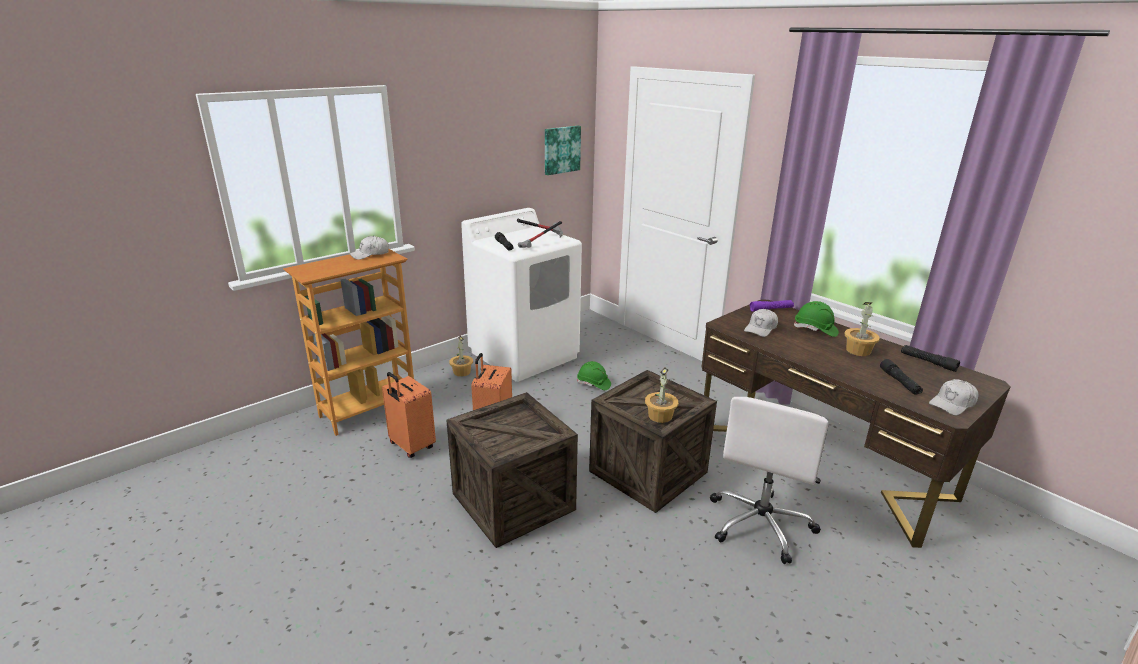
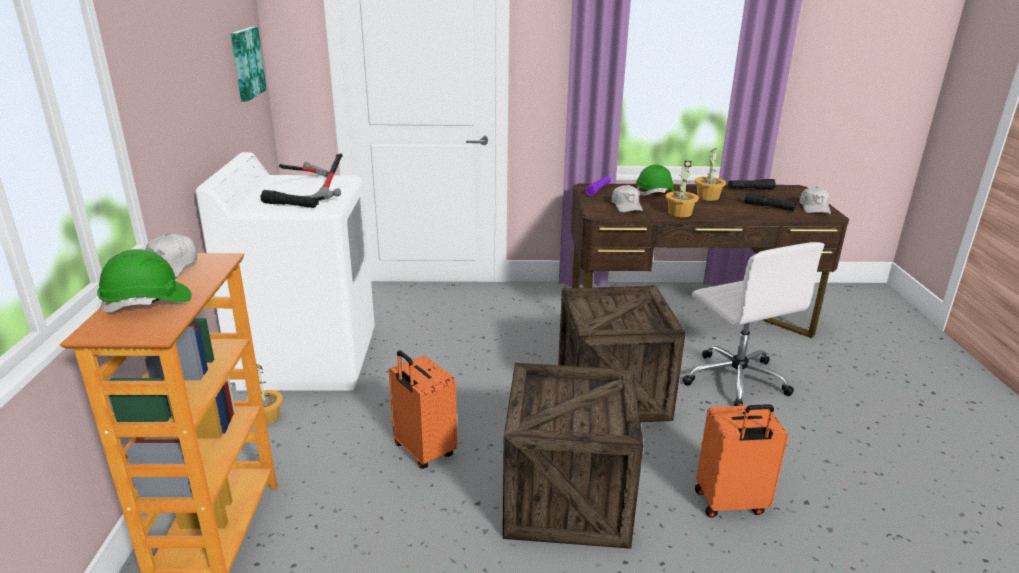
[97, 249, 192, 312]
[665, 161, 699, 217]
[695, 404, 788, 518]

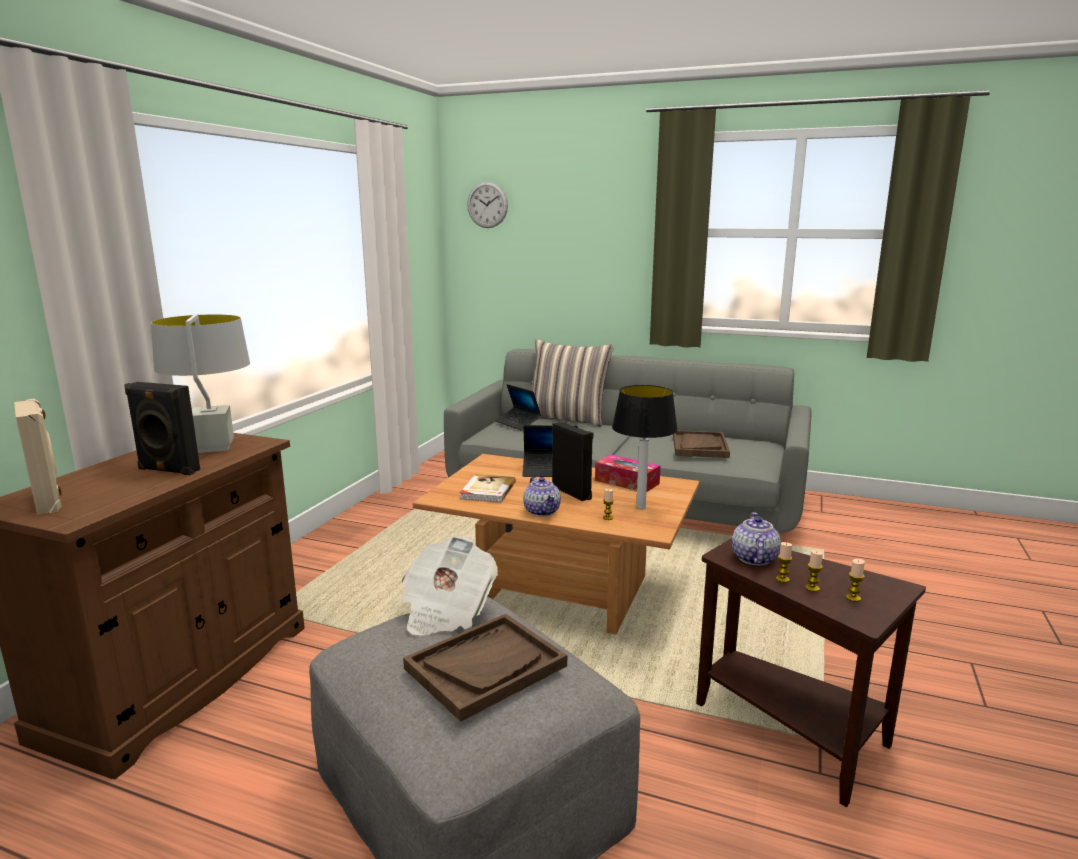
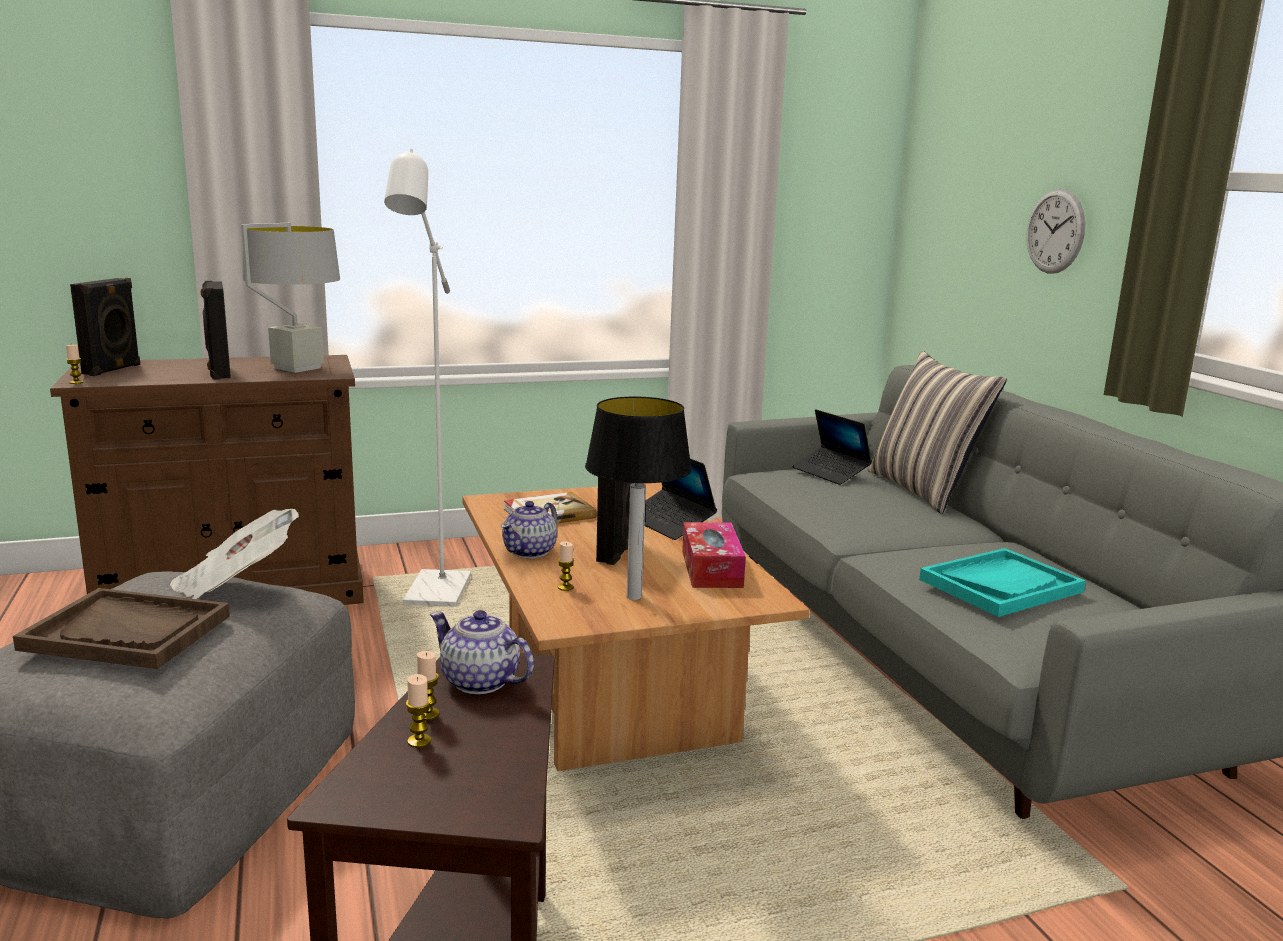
[66, 345, 84, 384]
[70, 278, 140, 376]
[384, 149, 471, 607]
[430, 610, 534, 694]
[792, 410, 872, 485]
[919, 548, 1086, 617]
[1026, 189, 1086, 274]

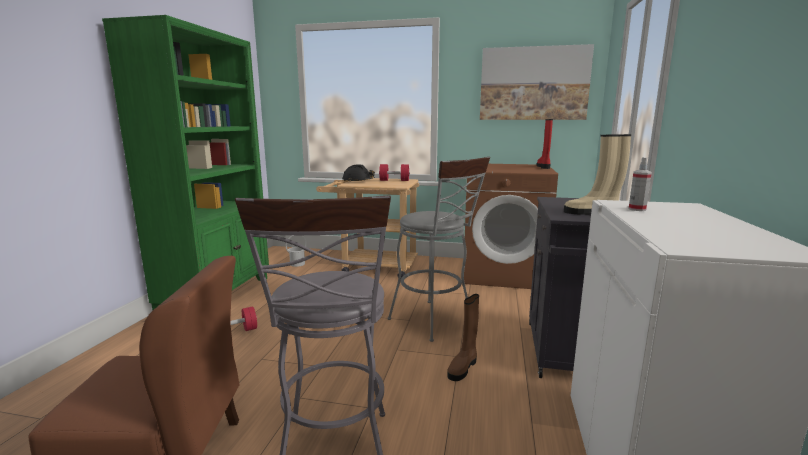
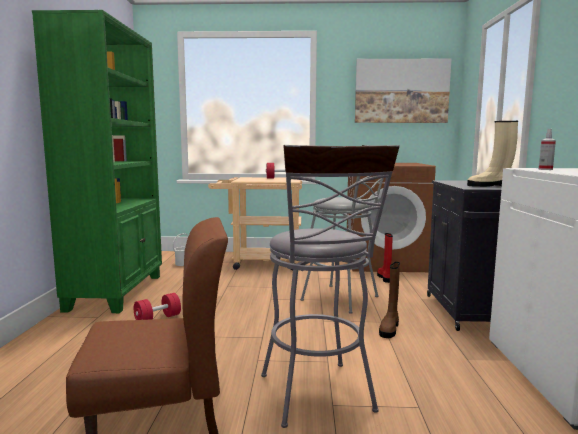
[377, 233, 393, 283]
[343, 164, 375, 181] (first image)

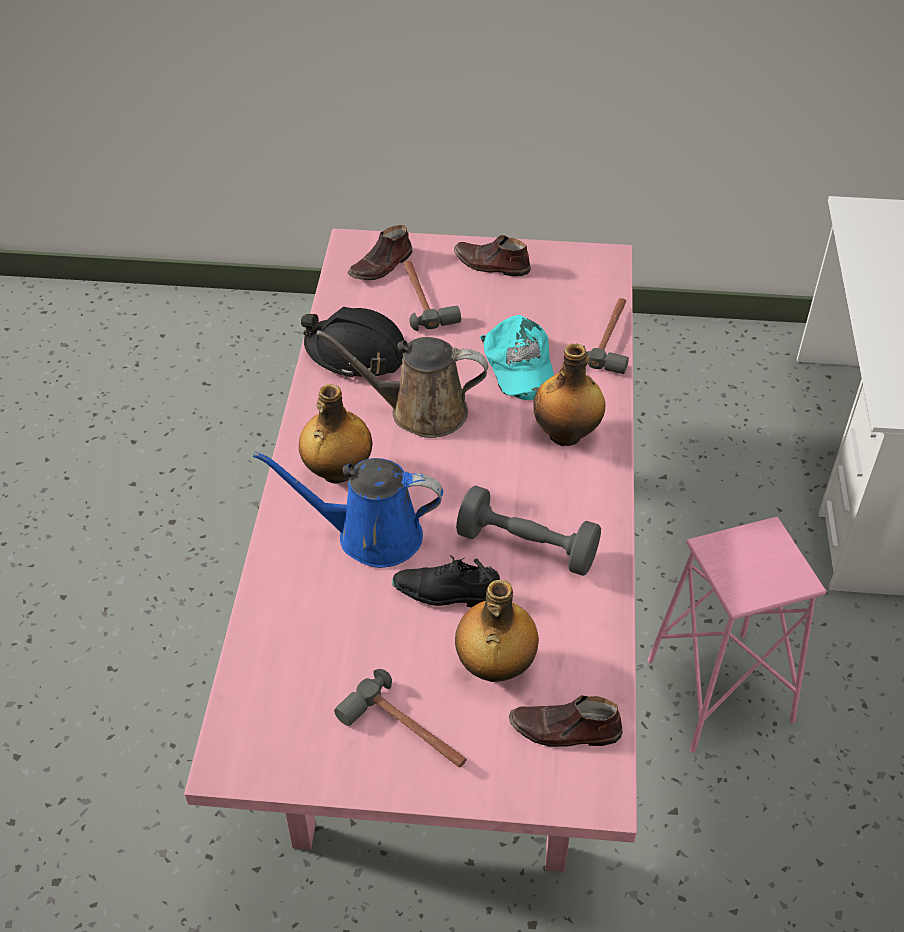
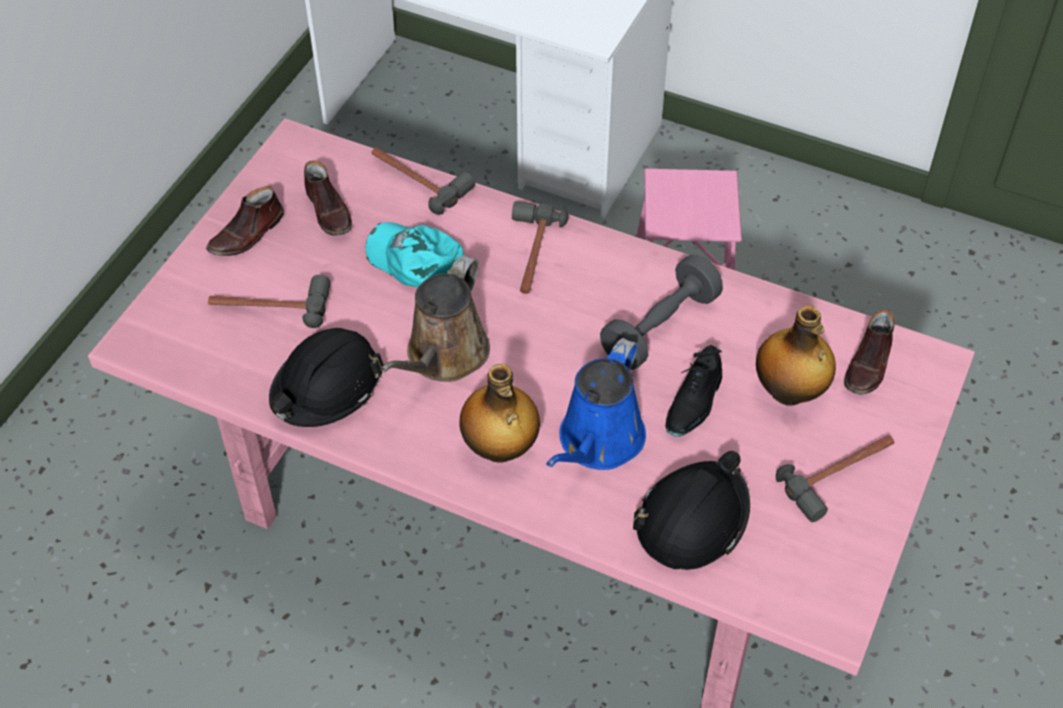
[304, 160, 352, 236]
[365, 222, 464, 287]
[512, 201, 568, 294]
[633, 451, 750, 570]

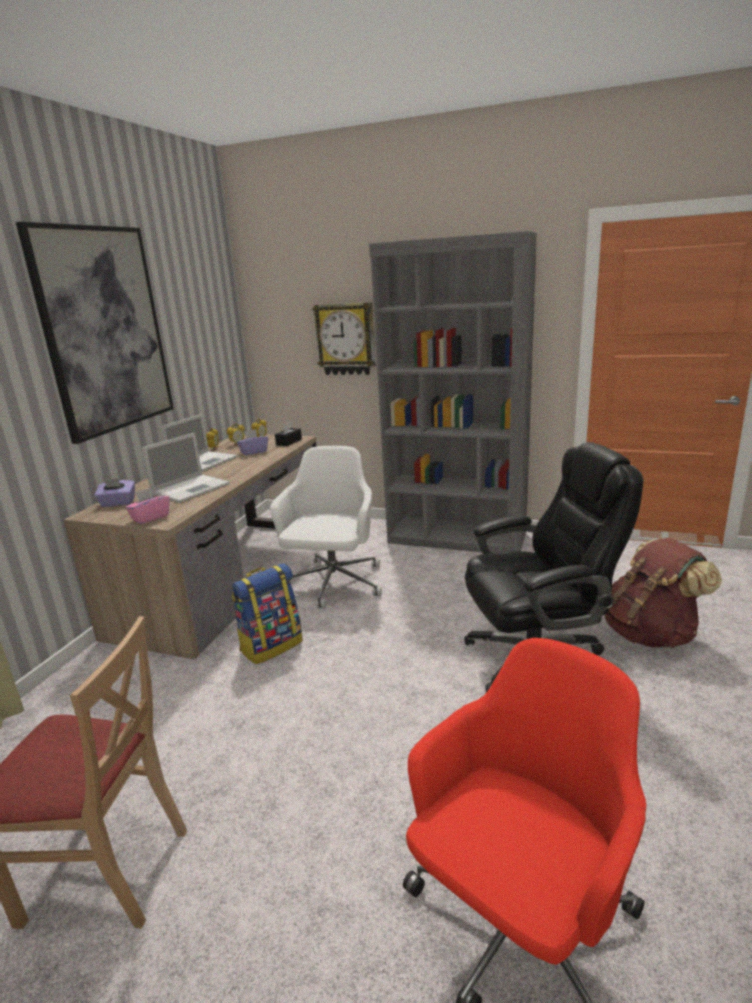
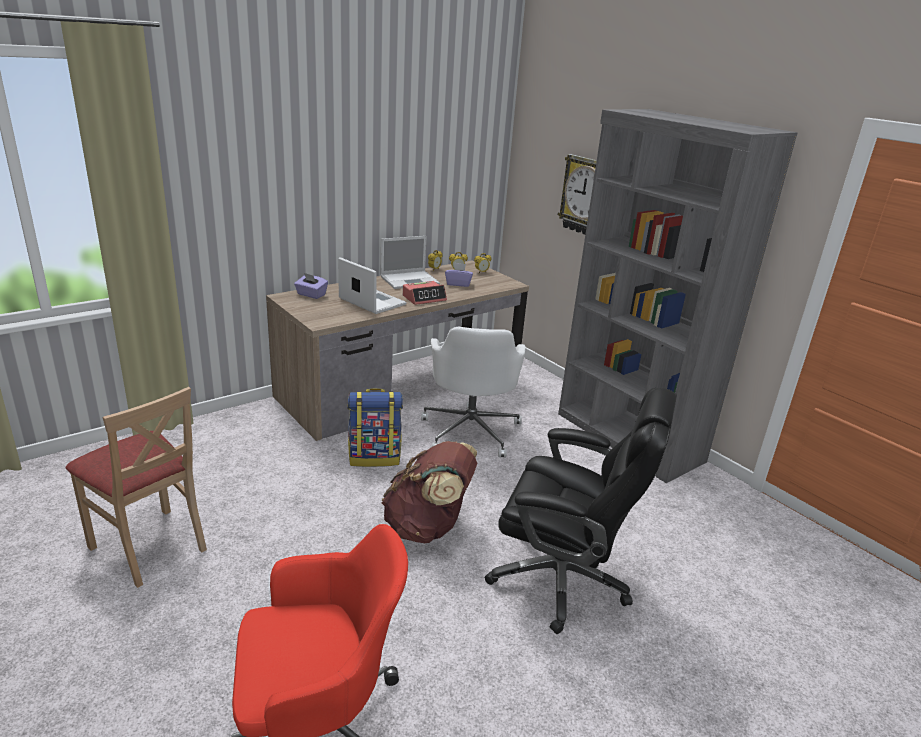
[338, 257, 407, 314]
[382, 441, 477, 543]
[403, 281, 447, 305]
[421, 327, 525, 458]
[16, 222, 174, 444] (first image)
[125, 488, 170, 524] (first image)
[275, 421, 302, 446] (first image)

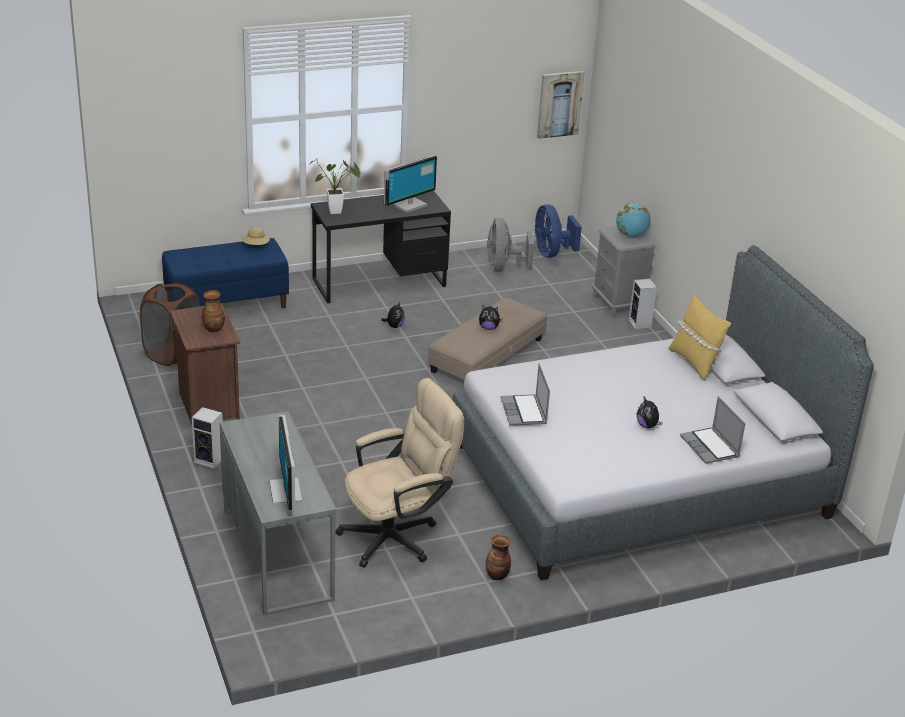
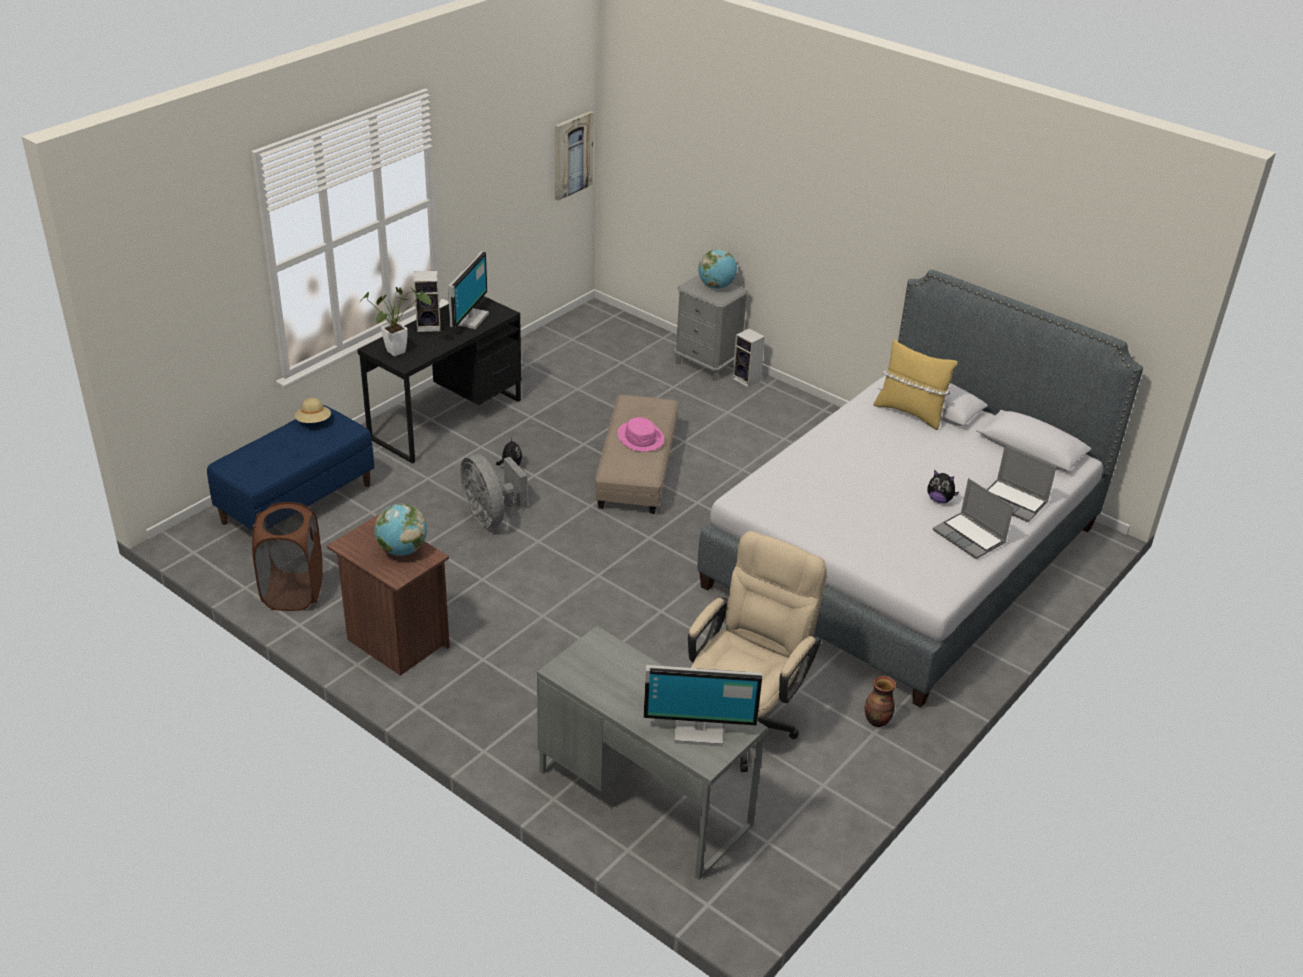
[374, 504, 427, 556]
[414, 271, 441, 332]
[460, 454, 528, 528]
[617, 417, 664, 452]
[644, 665, 762, 747]
[933, 478, 1014, 559]
[534, 204, 582, 258] (first image)

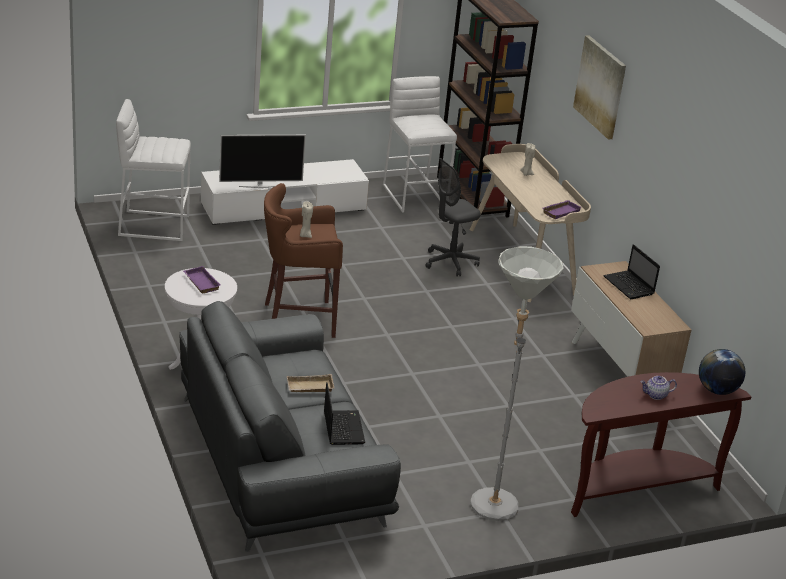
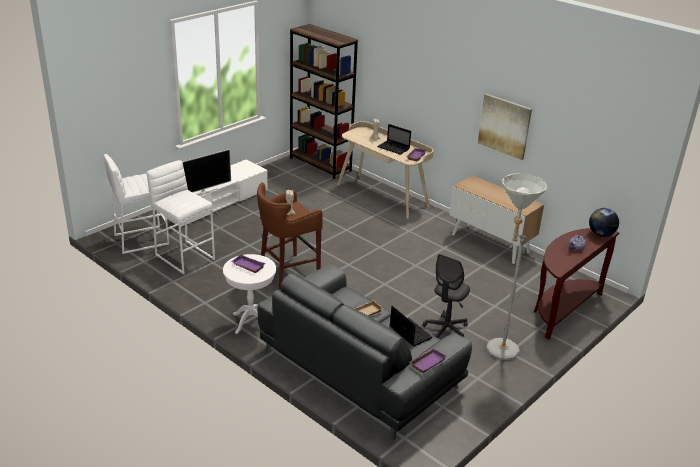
[147, 160, 215, 274]
[377, 124, 411, 155]
[410, 348, 447, 373]
[423, 254, 470, 338]
[478, 94, 532, 160]

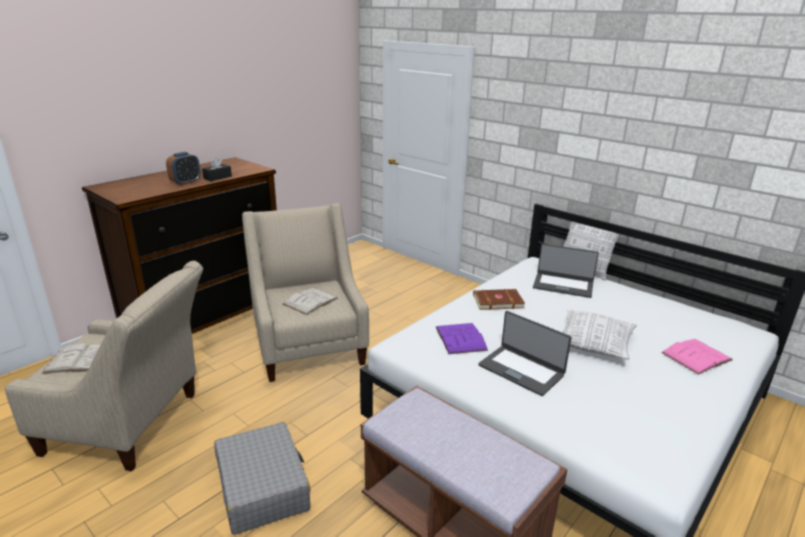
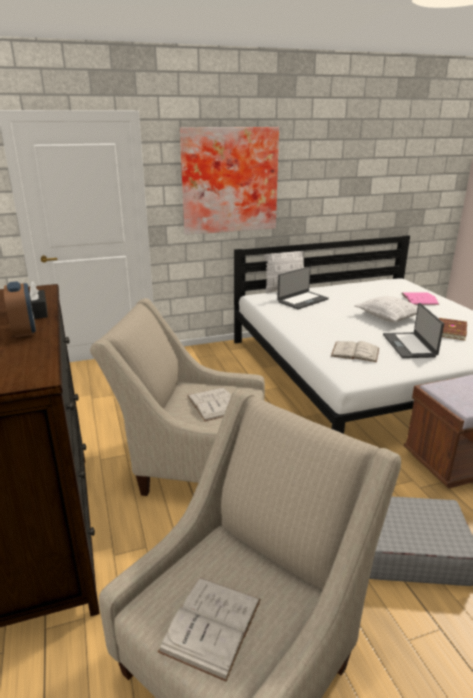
[180, 127, 279, 235]
[331, 341, 379, 362]
[383, 303, 444, 358]
[439, 318, 467, 341]

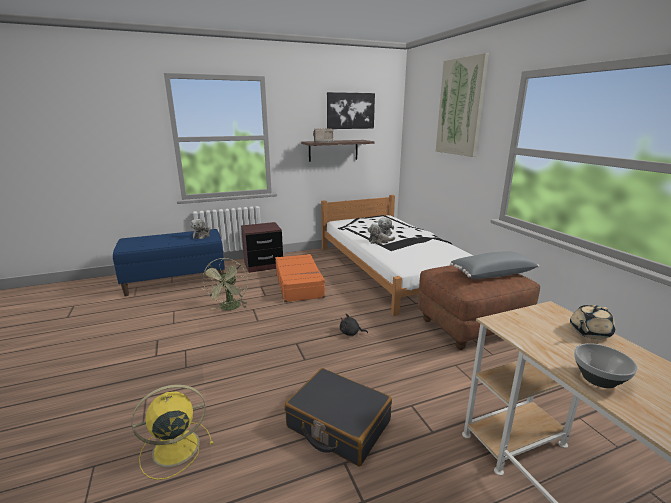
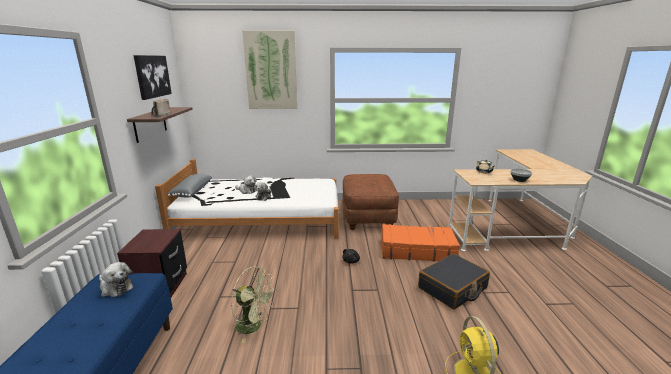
[167, 174, 212, 197]
[382, 224, 460, 262]

